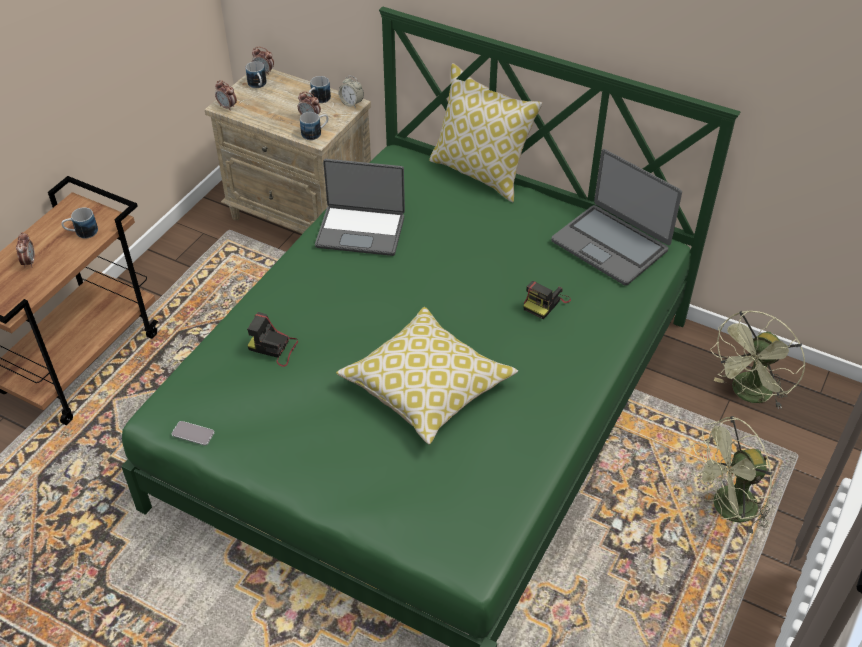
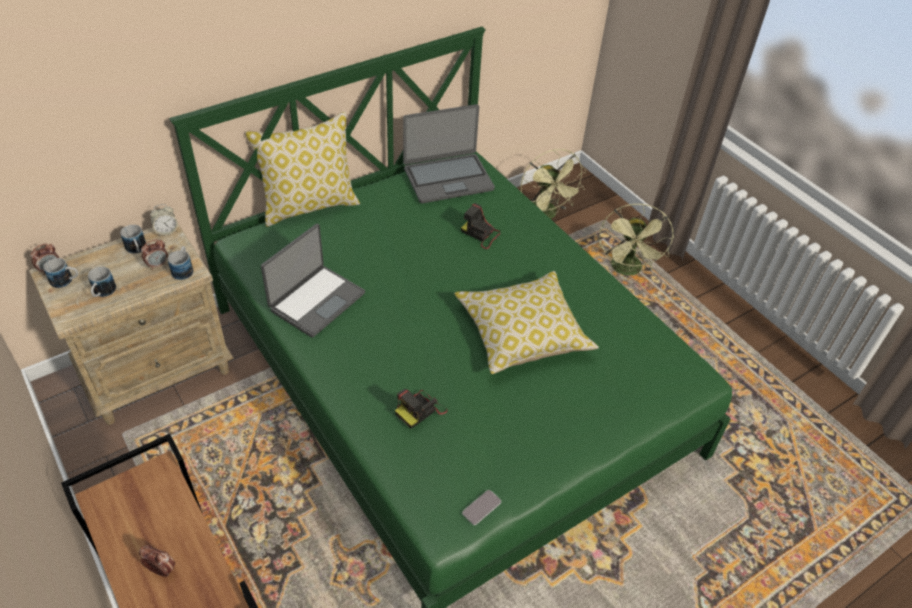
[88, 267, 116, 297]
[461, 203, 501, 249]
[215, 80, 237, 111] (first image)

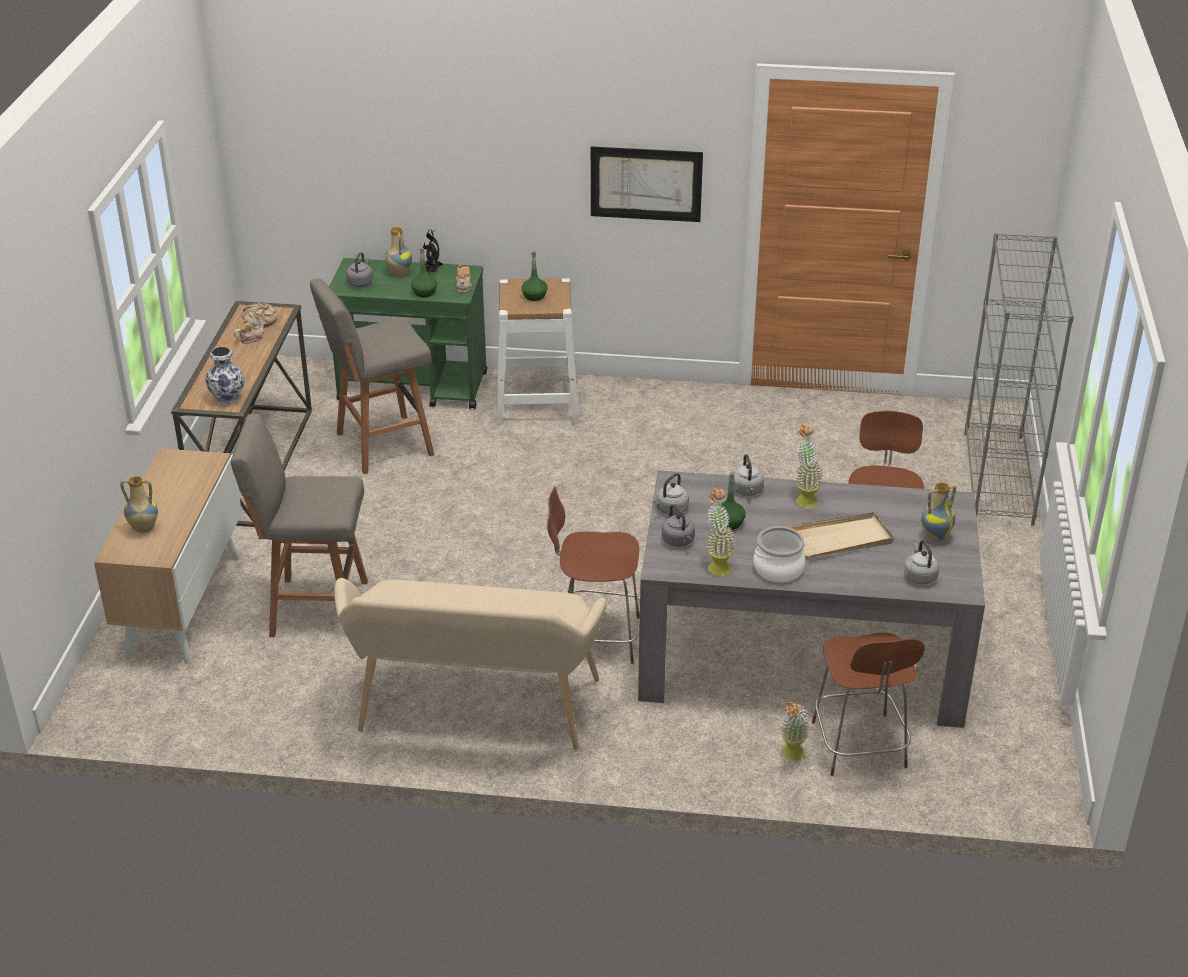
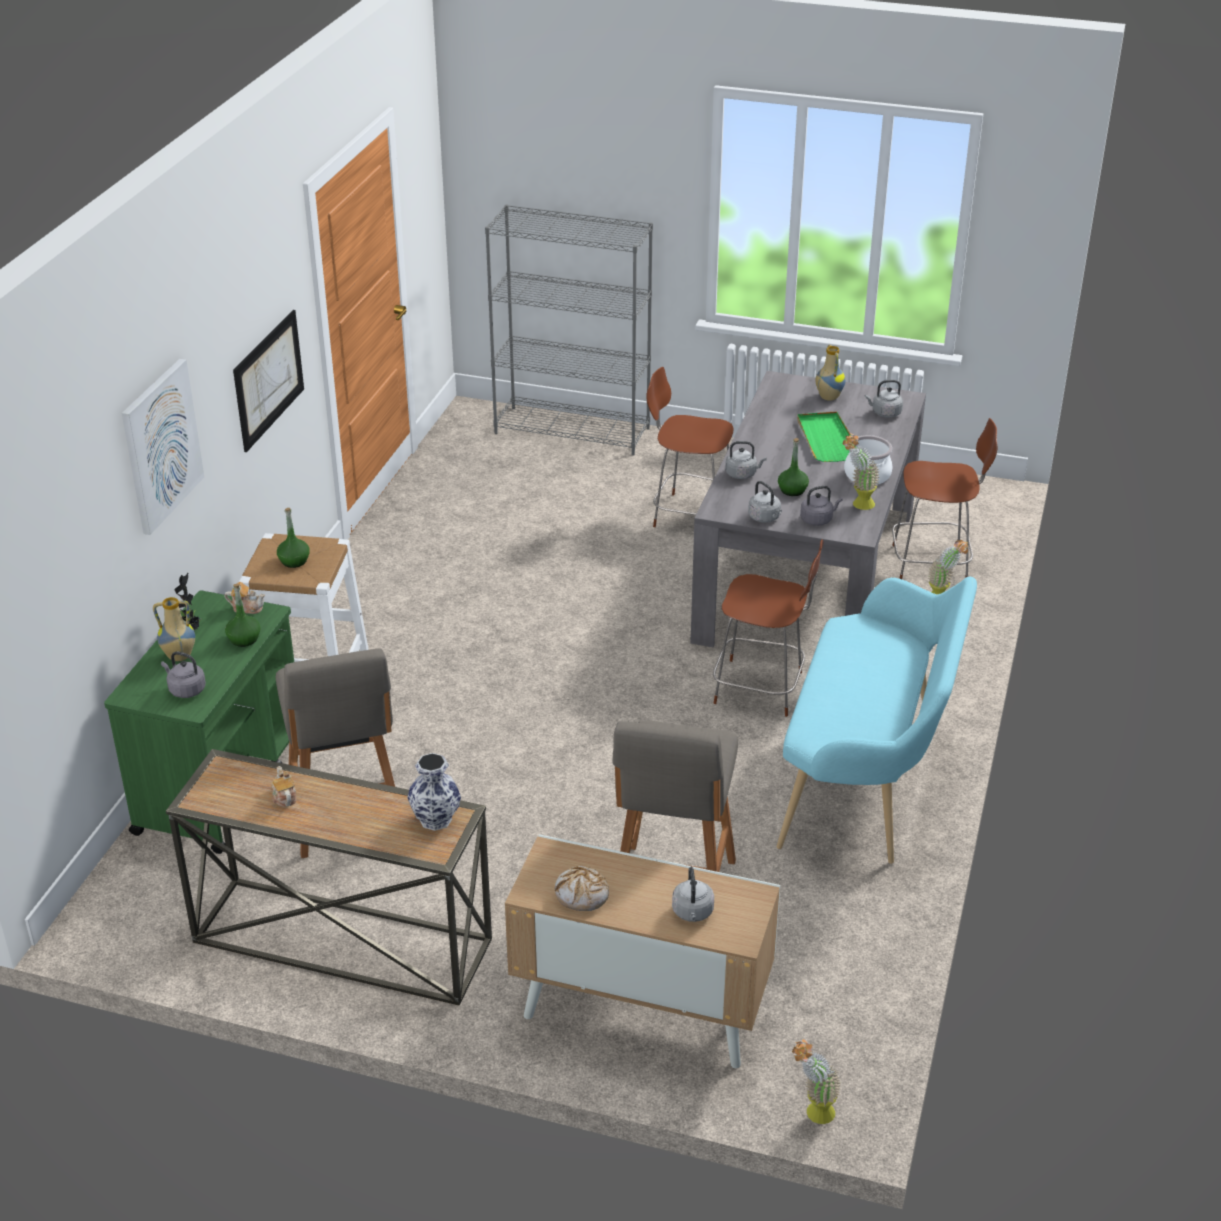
[122, 359, 204, 535]
[555, 866, 609, 911]
[672, 867, 714, 922]
[713, 539, 824, 717]
[777, 577, 977, 864]
[792, 1039, 841, 1124]
[797, 412, 852, 462]

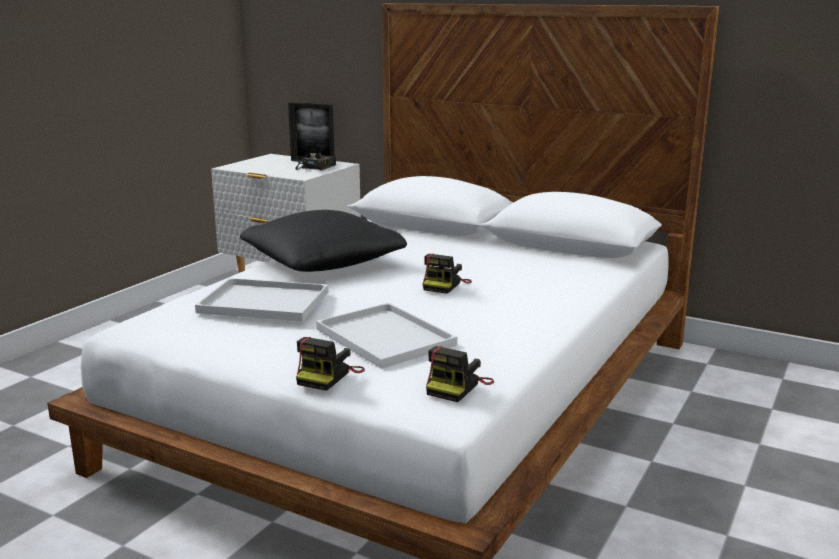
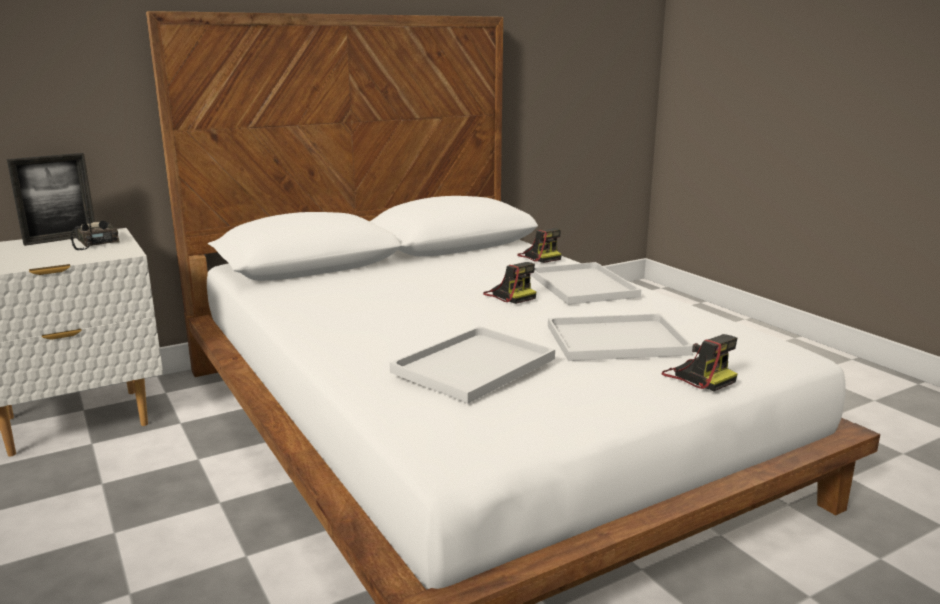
[517, 228, 562, 263]
[530, 262, 641, 305]
[240, 210, 407, 272] (first image)

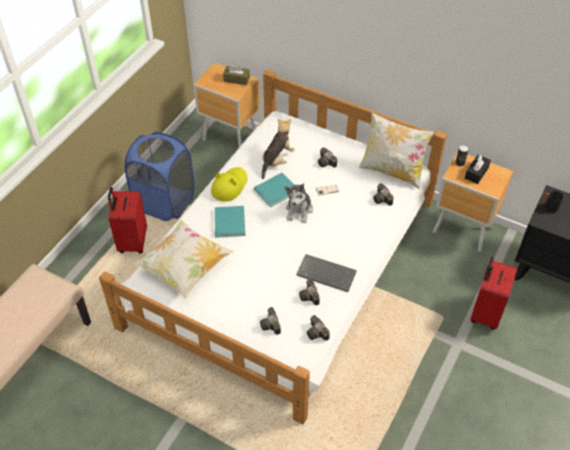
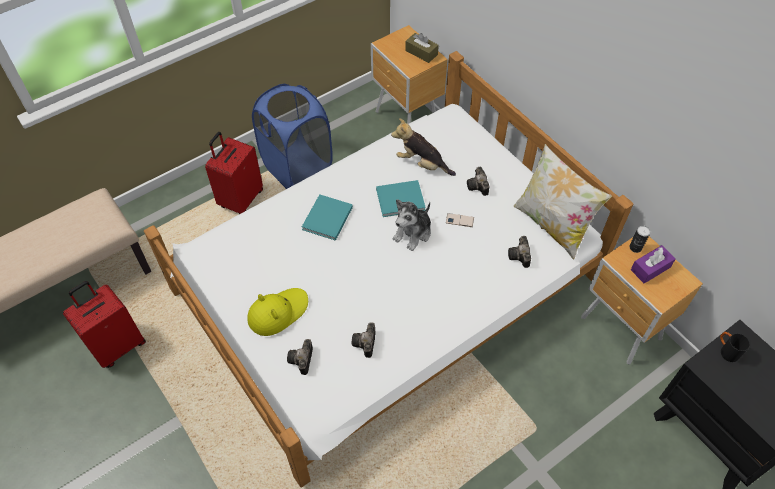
[63, 281, 146, 368]
[247, 288, 308, 336]
[391, 118, 456, 176]
[631, 245, 676, 284]
[134, 220, 233, 299] (first image)
[296, 254, 357, 292] (first image)
[307, 315, 330, 341] (first image)

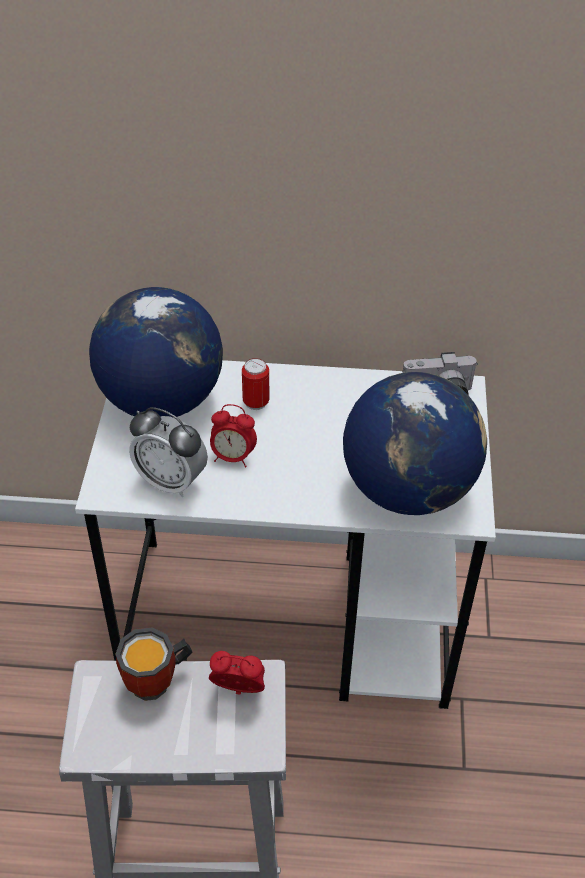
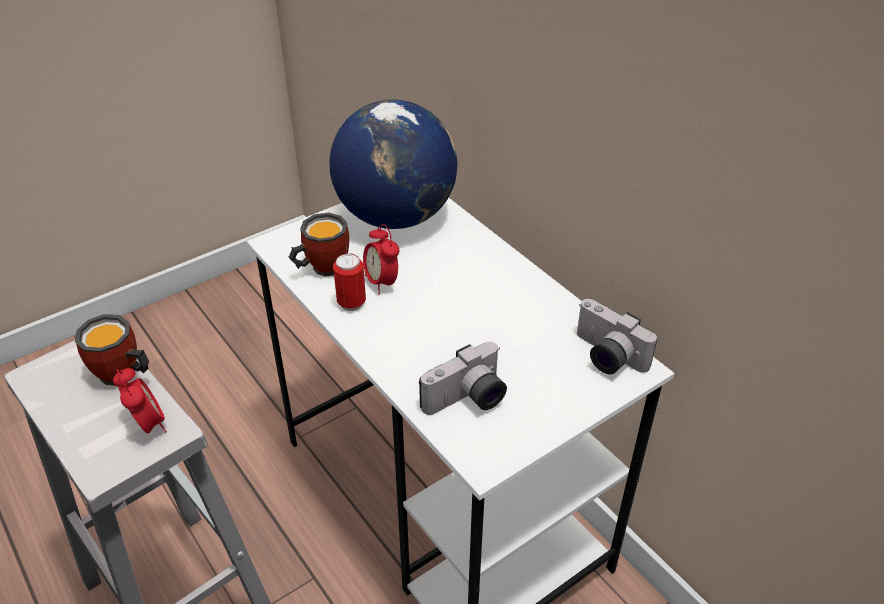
[289, 212, 349, 277]
[333, 253, 366, 311]
[419, 342, 507, 415]

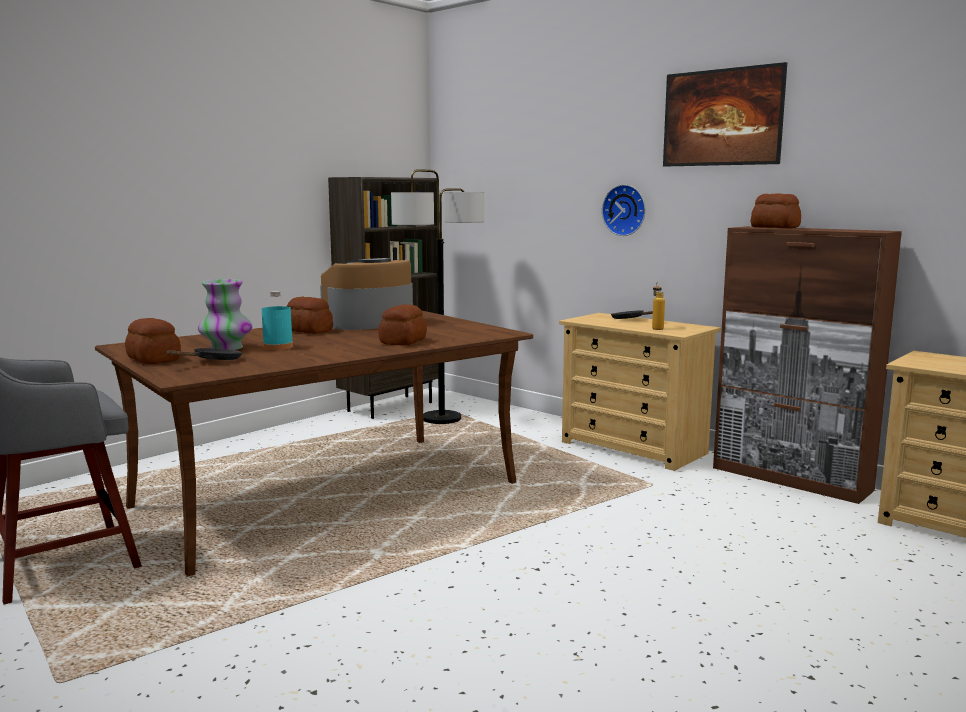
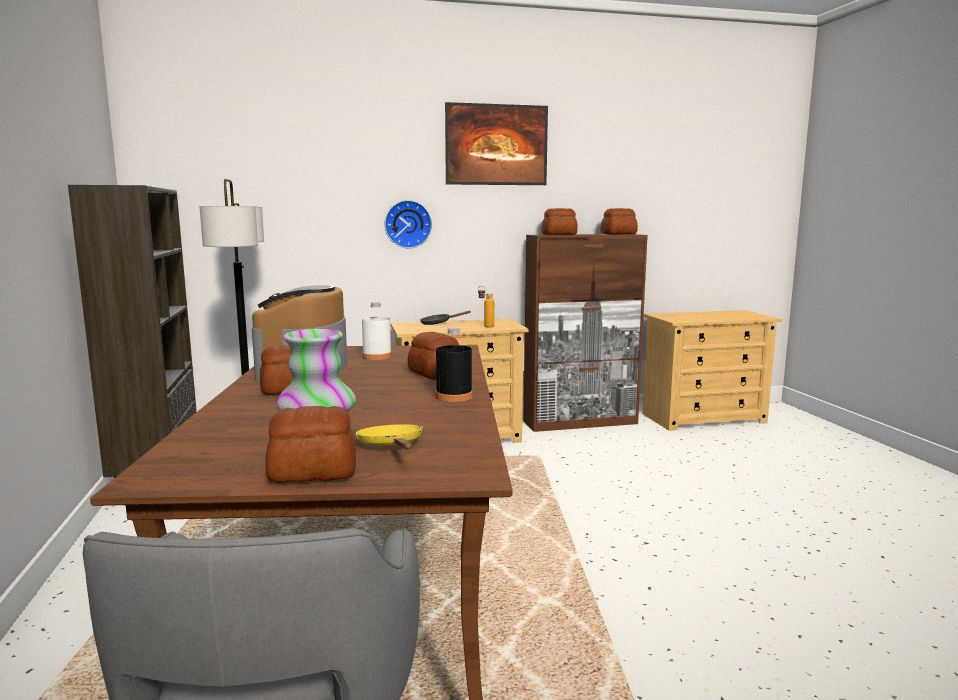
[355, 424, 423, 449]
[362, 302, 392, 360]
[436, 327, 472, 402]
[600, 208, 638, 234]
[262, 291, 293, 350] (first image)

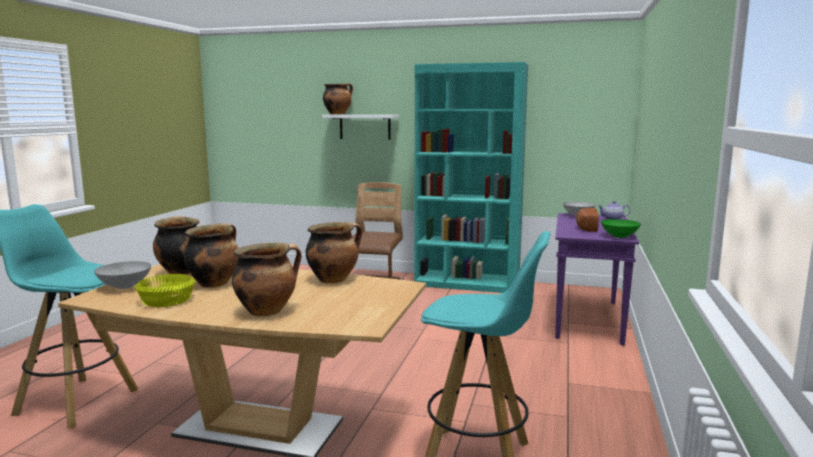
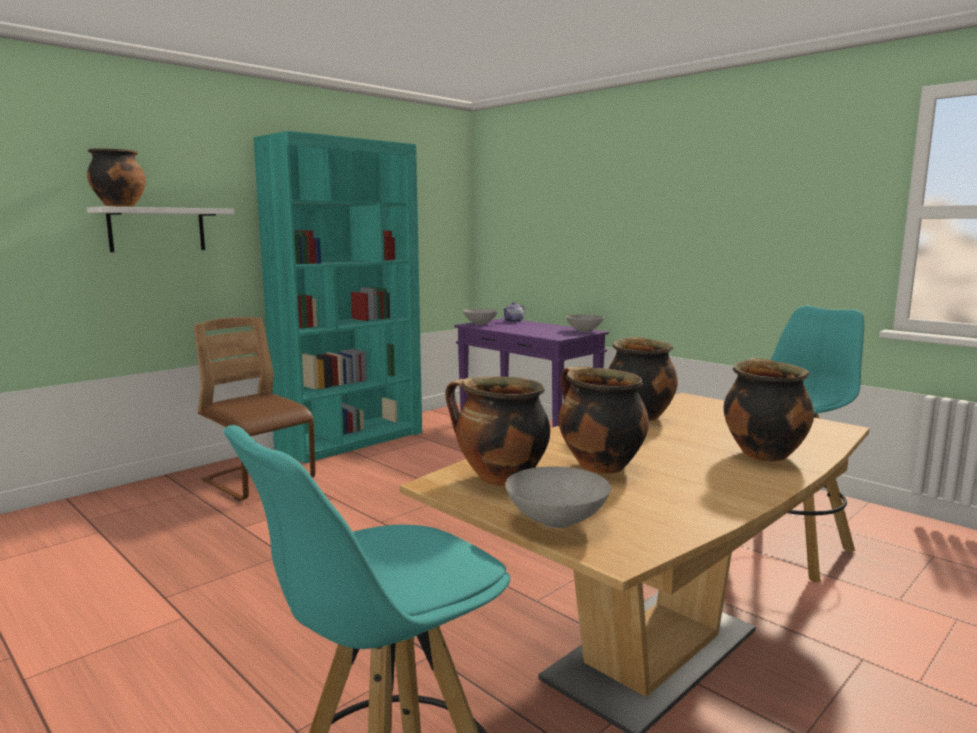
[566, 314, 604, 332]
[135, 274, 195, 307] (first image)
[576, 208, 599, 232] (first image)

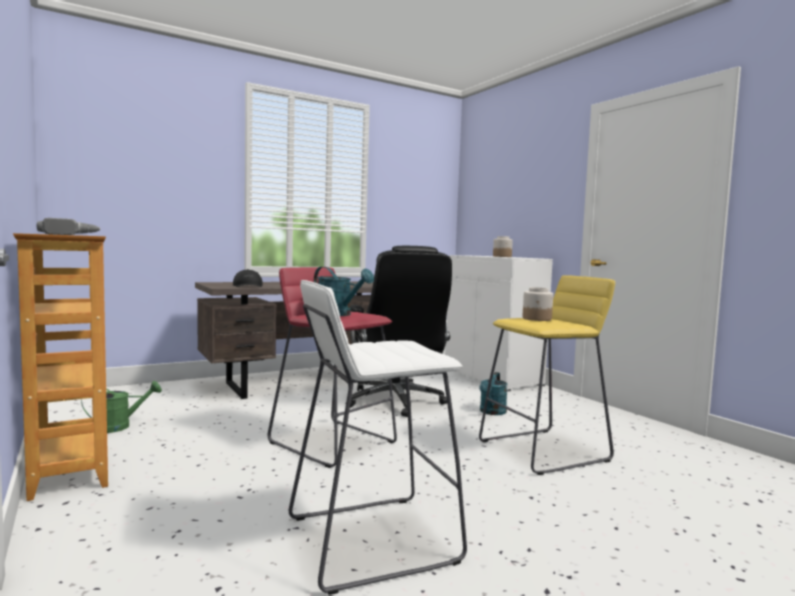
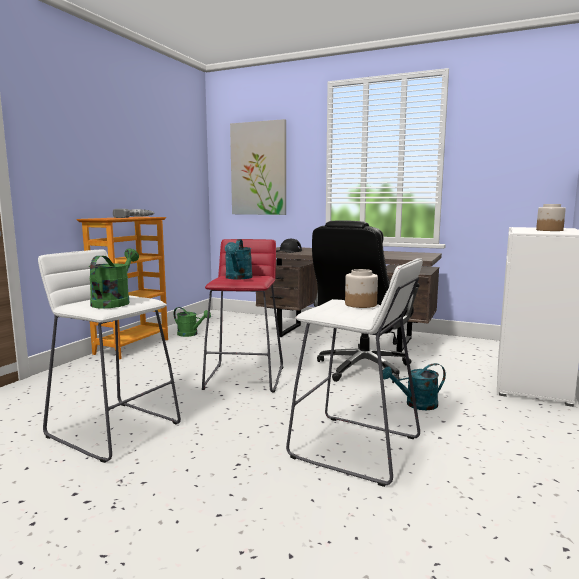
[89, 249, 139, 309]
[230, 119, 286, 215]
[286, 258, 423, 487]

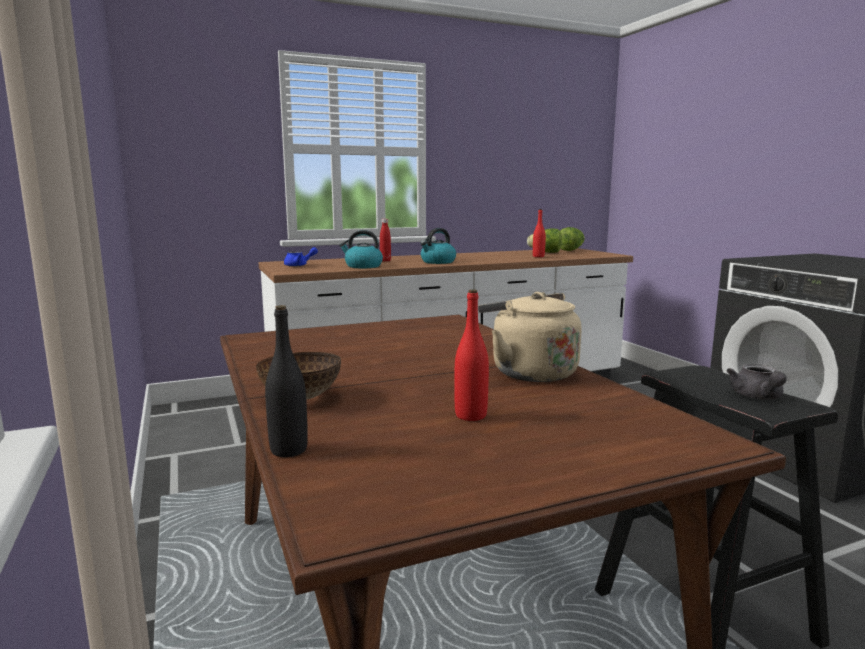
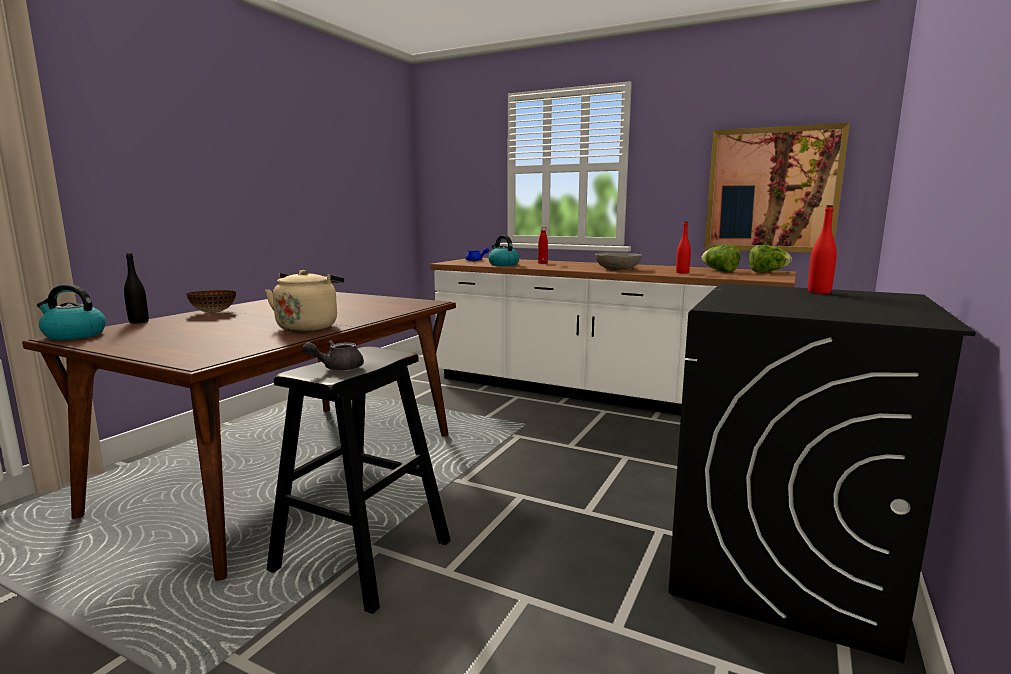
[37, 284, 106, 340]
[595, 252, 642, 270]
[704, 123, 850, 253]
[808, 205, 837, 294]

